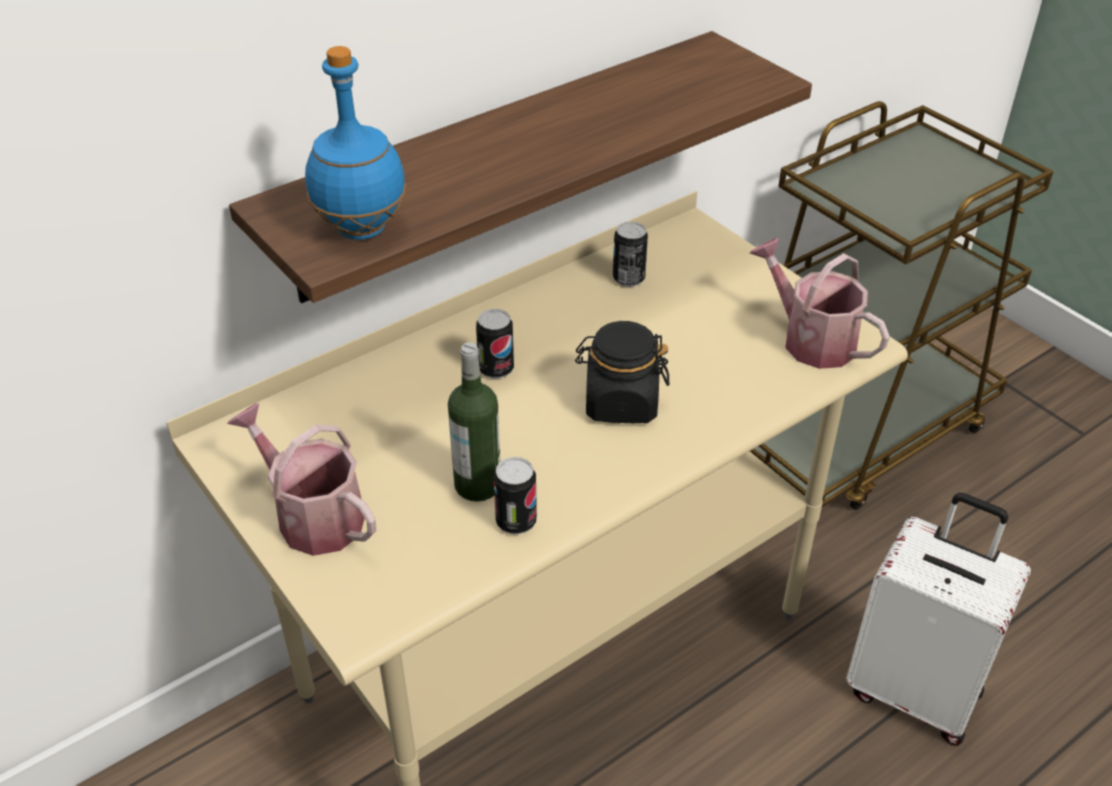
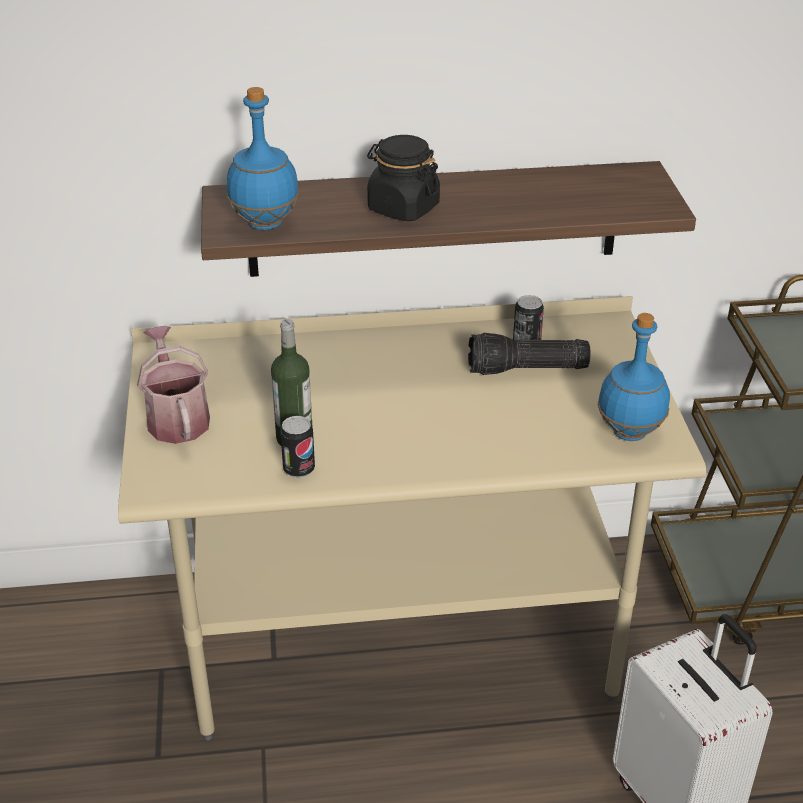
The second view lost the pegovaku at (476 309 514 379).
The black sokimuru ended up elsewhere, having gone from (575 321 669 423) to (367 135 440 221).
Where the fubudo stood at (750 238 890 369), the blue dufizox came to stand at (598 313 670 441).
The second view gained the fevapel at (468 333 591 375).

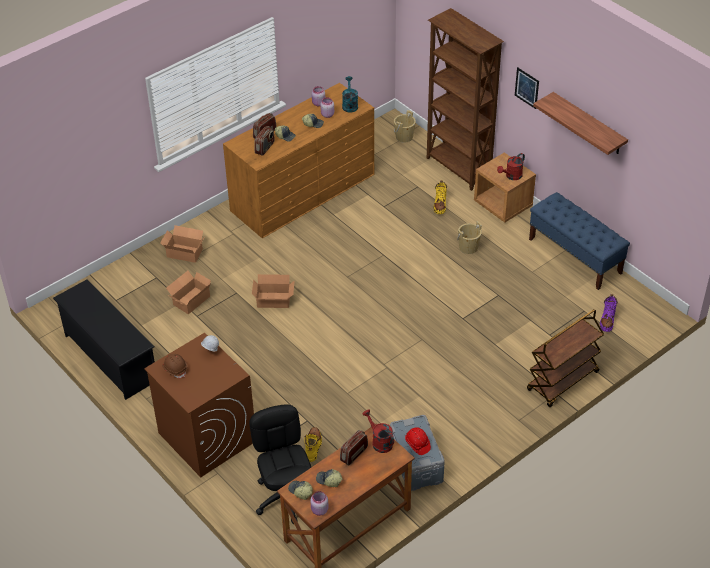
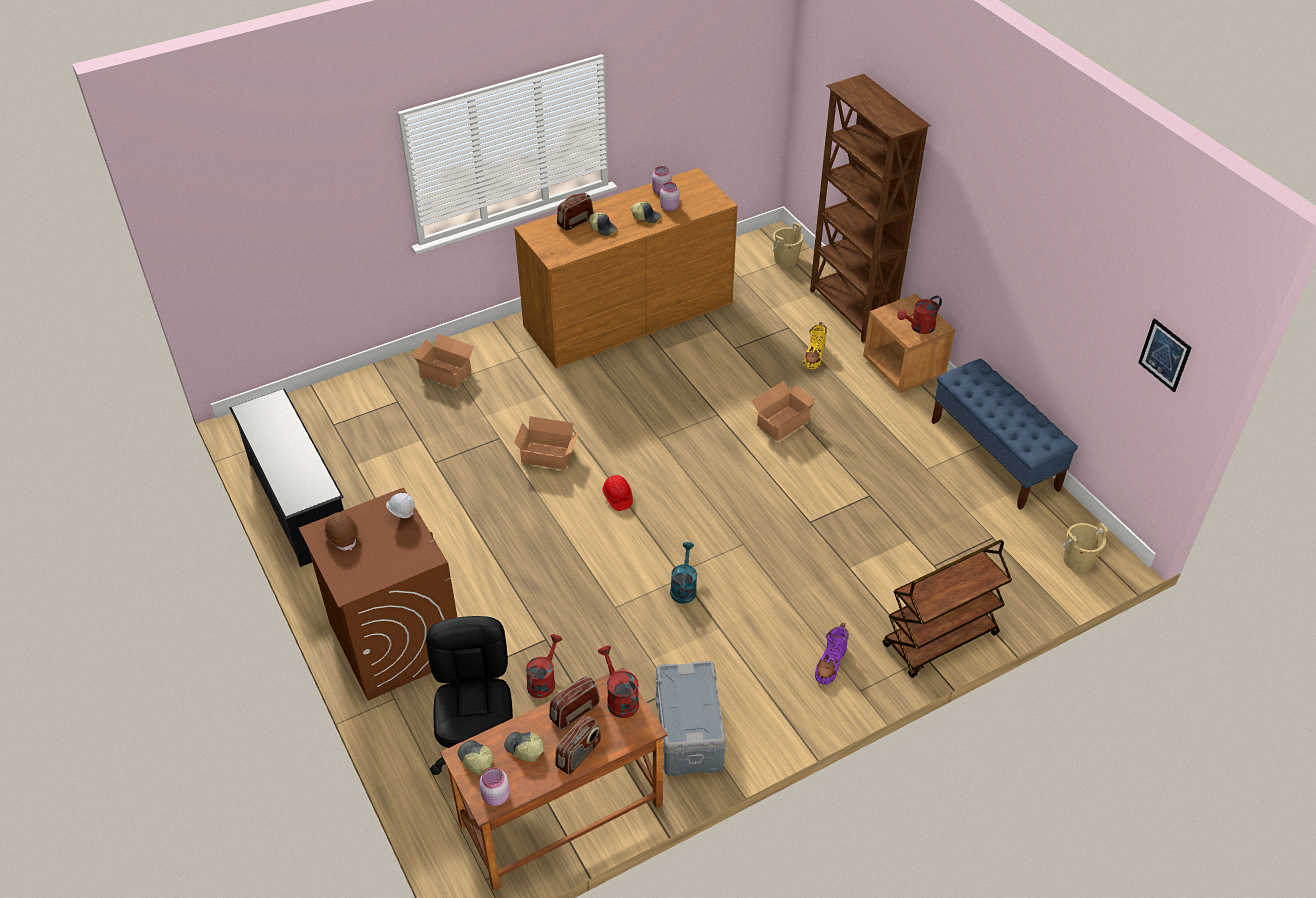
The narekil ended up elsewhere, having gone from (166 271 211 314) to (752 381 816 441).
The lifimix ended up elsewhere, having gone from (254 126 275 156) to (555 716 601 775).
Where the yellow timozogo stood at (304 427 322 462), the red fubudo came to stand at (526 634 562 698).
The turquoise fubudo ended up elsewhere, having gone from (342 76 358 113) to (670 542 697 604).
The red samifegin ended up elsewhere, having gone from (405 427 431 455) to (602 475 633 511).
The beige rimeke ended up elsewhere, having gone from (457 221 482 254) to (1063 522 1108 572).
The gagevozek ended up elsewhere, having gone from (515 67 539 109) to (1138 318 1192 392).
The second view lost the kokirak at (533 92 628 155).
The purple timozogo ended up elsewhere, having gone from (600 294 618 332) to (815 623 849 685).

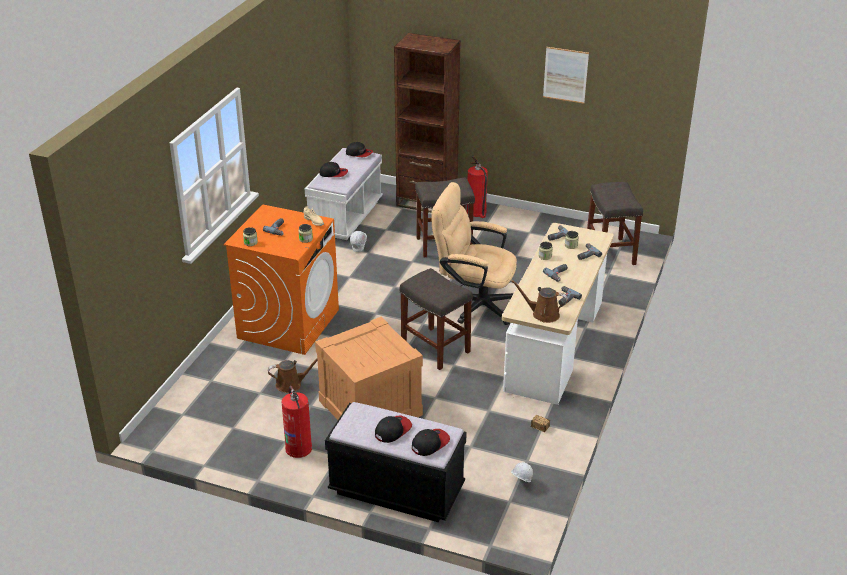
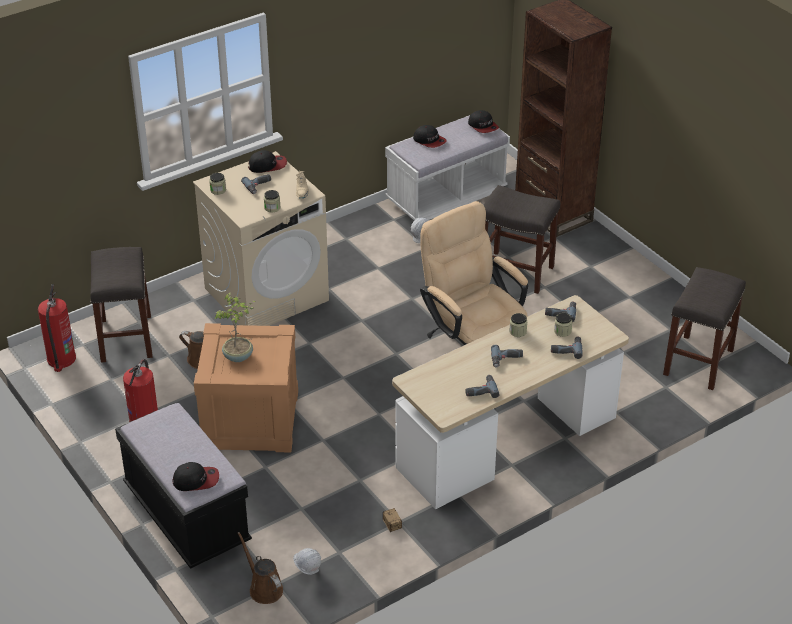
What was the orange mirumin at (224 204 339 355) turned into the beige mirumin at (193 151 329 326).
The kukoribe ended up elsewhere, having gone from (375 415 412 443) to (248 150 287 173).
The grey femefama ended up elsewhere, having gone from (400 268 473 370) to (90 247 153 363).
The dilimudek ended up elsewhere, having gone from (466 156 488 218) to (38 284 76 372).
The brown fubudo ended up elsewhere, having gone from (511 280 568 323) to (238 532 283 604).
The second view lost the gagevozek at (543 47 589 104).
The second view gained the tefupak at (215 292 256 362).

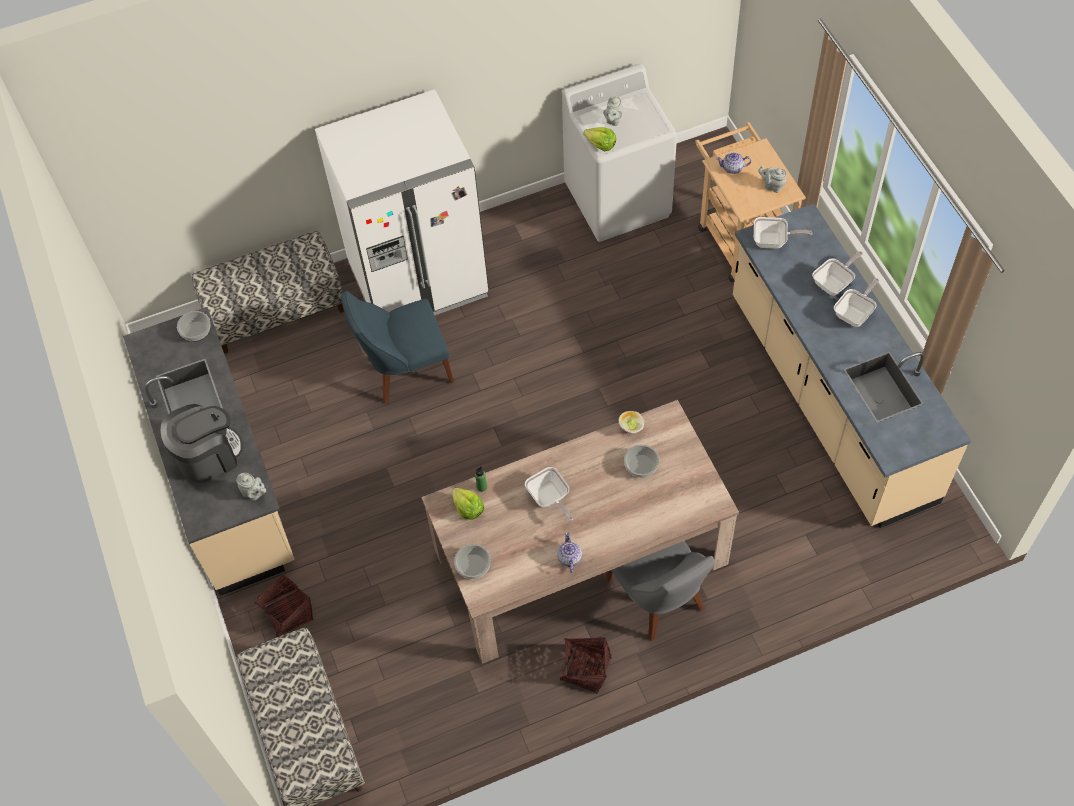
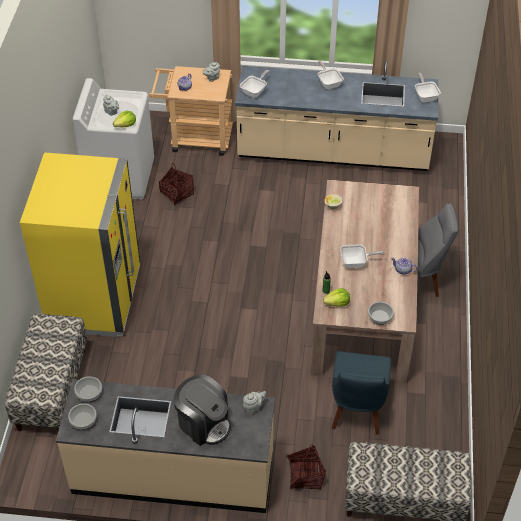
The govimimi at (161 404 243 483) ended up facing another way, 135 degrees clockwise from before.
What was the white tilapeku at (315 89 489 316) turned into the yellow tilapeku at (20 152 140 337).
The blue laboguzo ended up elsewhere, having gone from (341 291 454 404) to (332 351 391 435).
The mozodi ended up elsewhere, having gone from (560 637 611 694) to (159 163 194 205).
The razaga ended up elsewhere, having gone from (624 445 659 478) to (68 403 96 430).
The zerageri ended up elsewhere, having gone from (812 251 863 296) to (415 73 441 102).

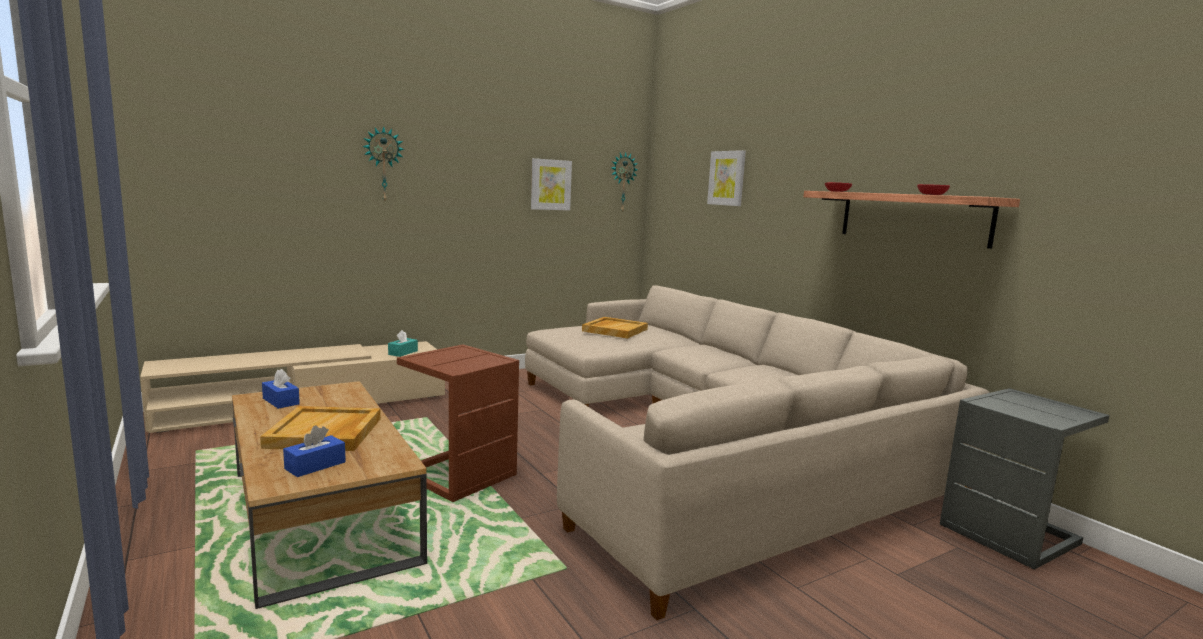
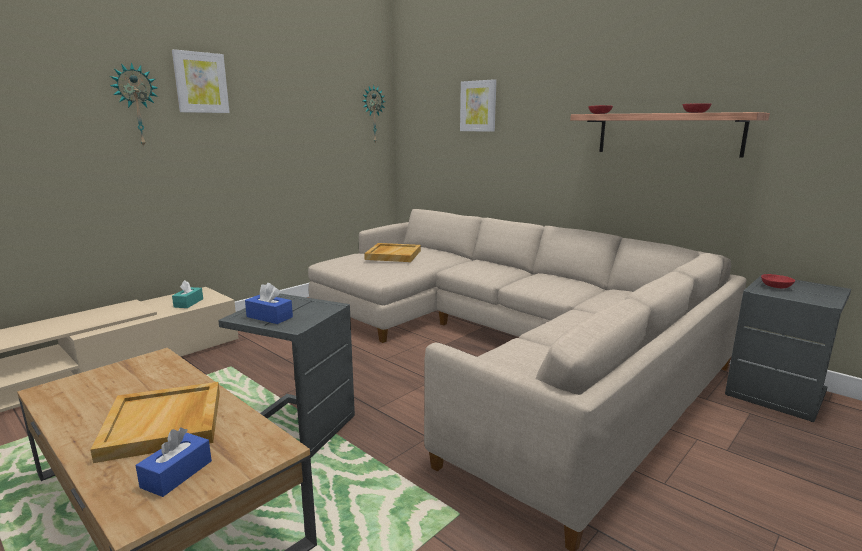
The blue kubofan ended up elsewhere, having gone from (262 369 300 409) to (245 283 293 324).
What was the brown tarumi at (397 344 519 502) turned into the grey tarumi at (218 294 355 457).
The gagevozek ended up elsewhere, having gone from (531 158 572 210) to (172 49 230 113).
The second view gained the red razaga at (761 274 795 288).

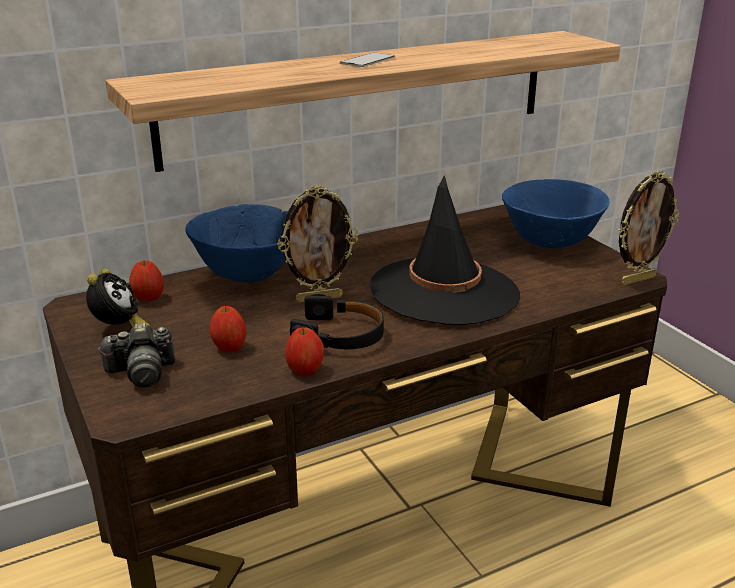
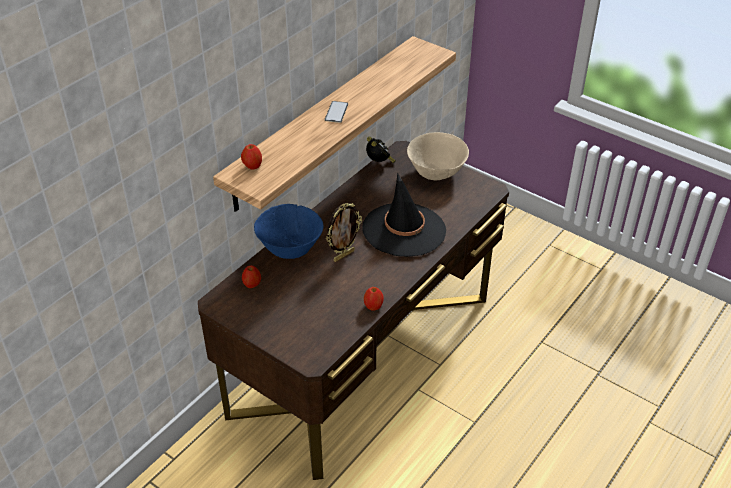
The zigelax ended up elsewhere, having gone from (86 269 150 327) to (366 137 395 163).
The second view lost the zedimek at (98 323 175 388).
The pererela ended up elsewhere, having gone from (210 306 247 352) to (241 144 262 170).
The second view lost the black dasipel at (290 294 384 349).
What was the blue razaga at (502 179 610 248) turned into the beige razaga at (407 132 469 180).
The second view lost the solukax at (618 171 679 285).

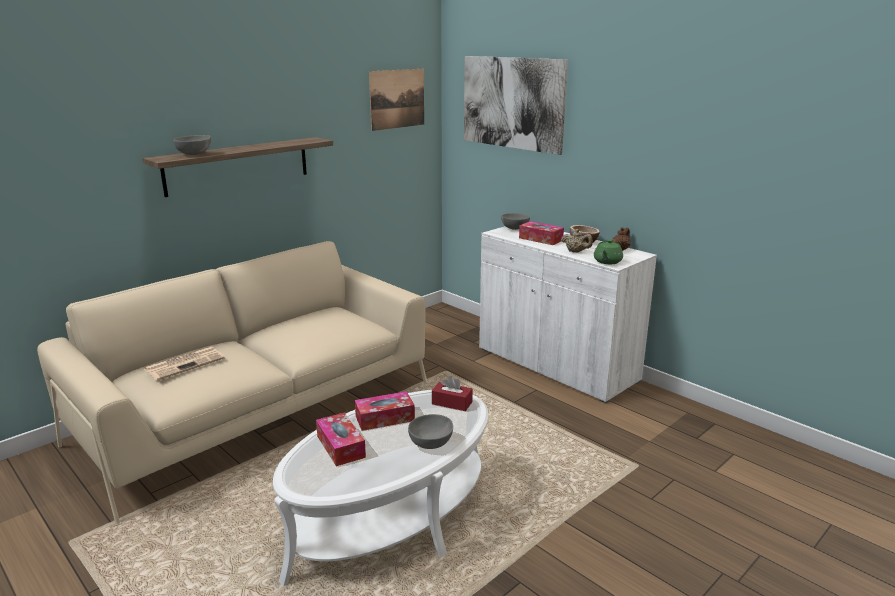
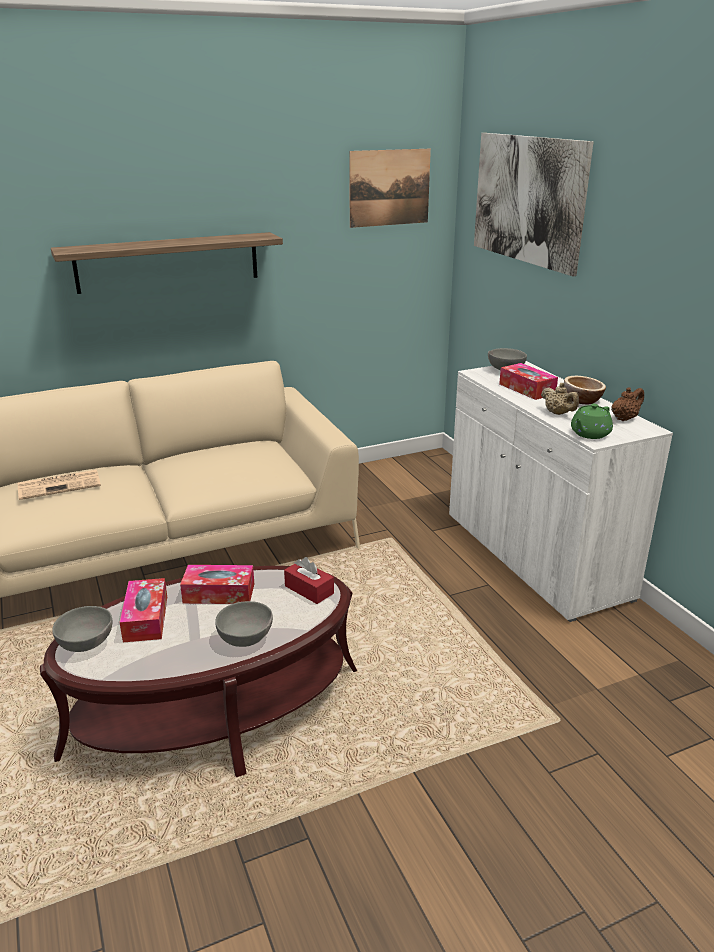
The grey razaga ended up elsewhere, having gone from (173 135 211 155) to (52 606 112 652).
What was the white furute at (273 390 488 586) turned into the brown furute at (40 566 357 777).

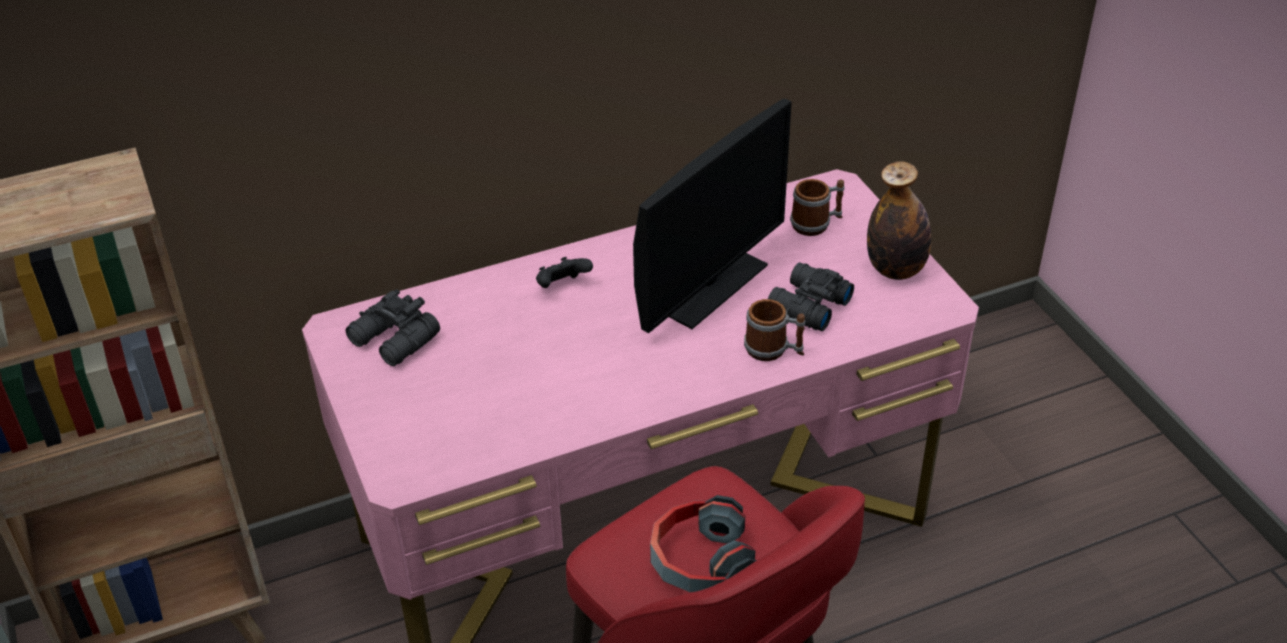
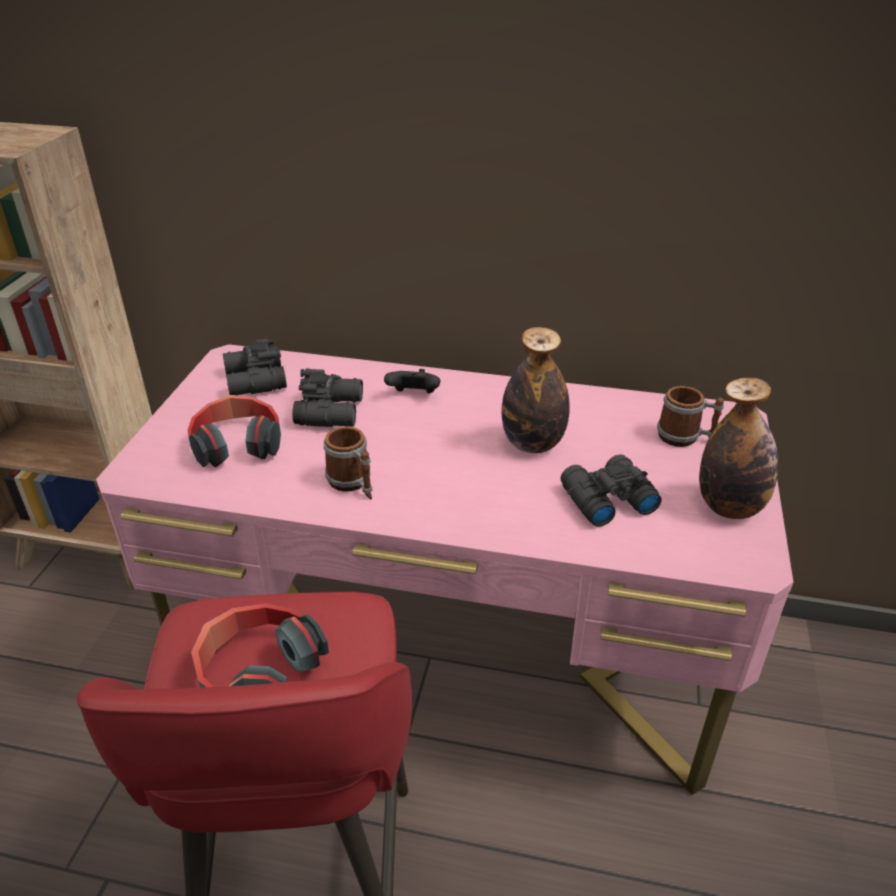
Where the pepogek stood at (633 99 792 333), the dufizox came to stand at (502 327 570 453).
The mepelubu ended up elsewhere, having gone from (744 299 806 361) to (324 426 372 499).
The second view gained the dasipel at (188 395 281 467).
The second view gained the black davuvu at (292 369 363 427).

